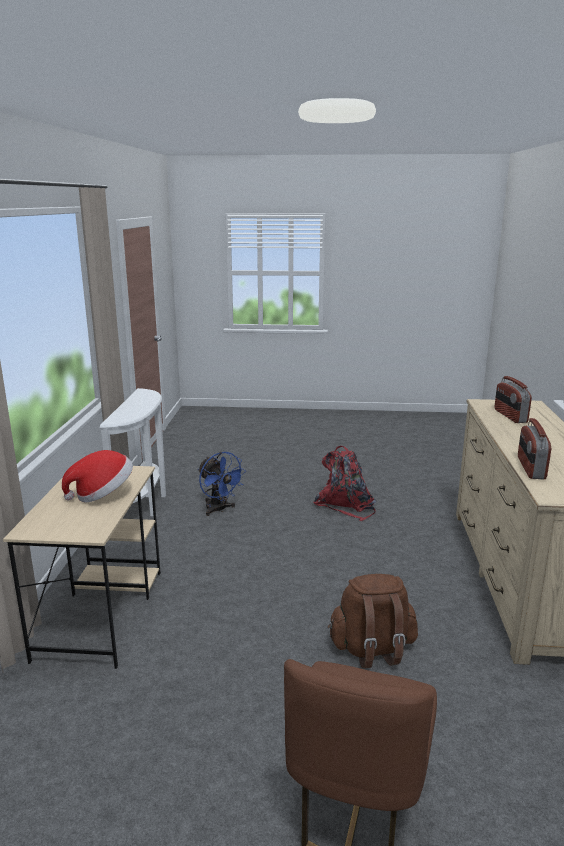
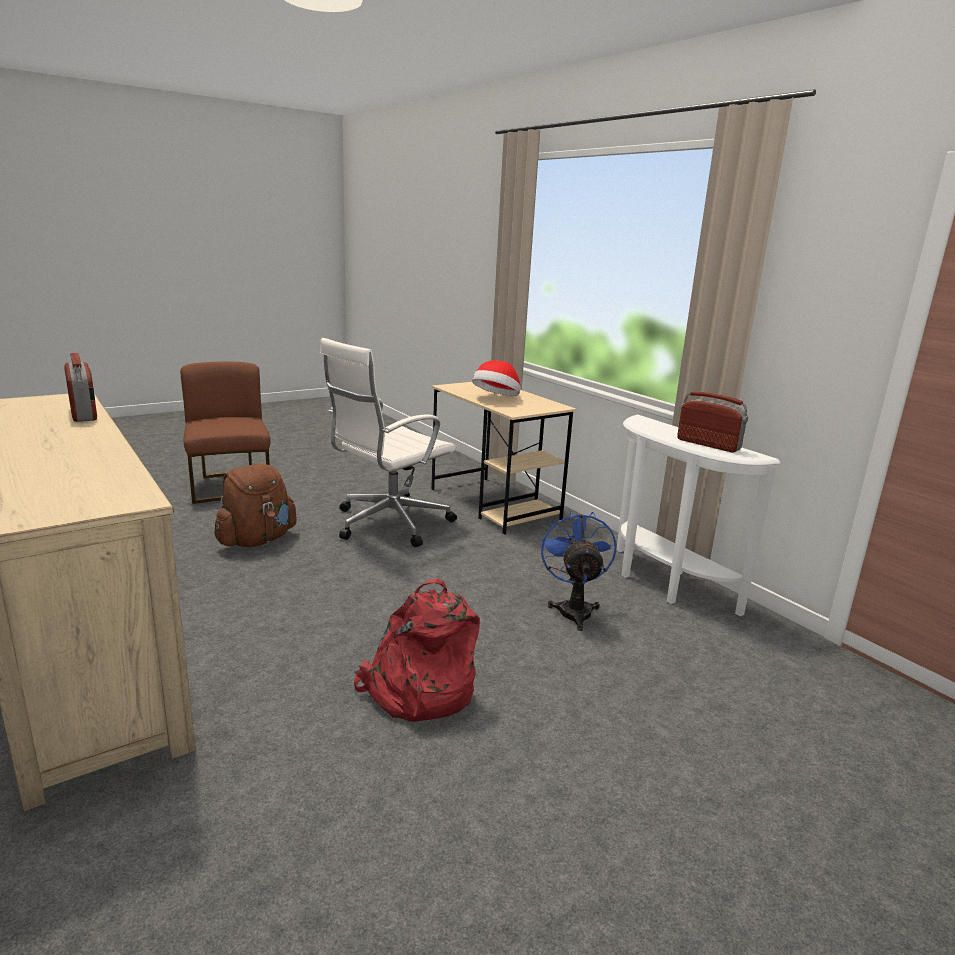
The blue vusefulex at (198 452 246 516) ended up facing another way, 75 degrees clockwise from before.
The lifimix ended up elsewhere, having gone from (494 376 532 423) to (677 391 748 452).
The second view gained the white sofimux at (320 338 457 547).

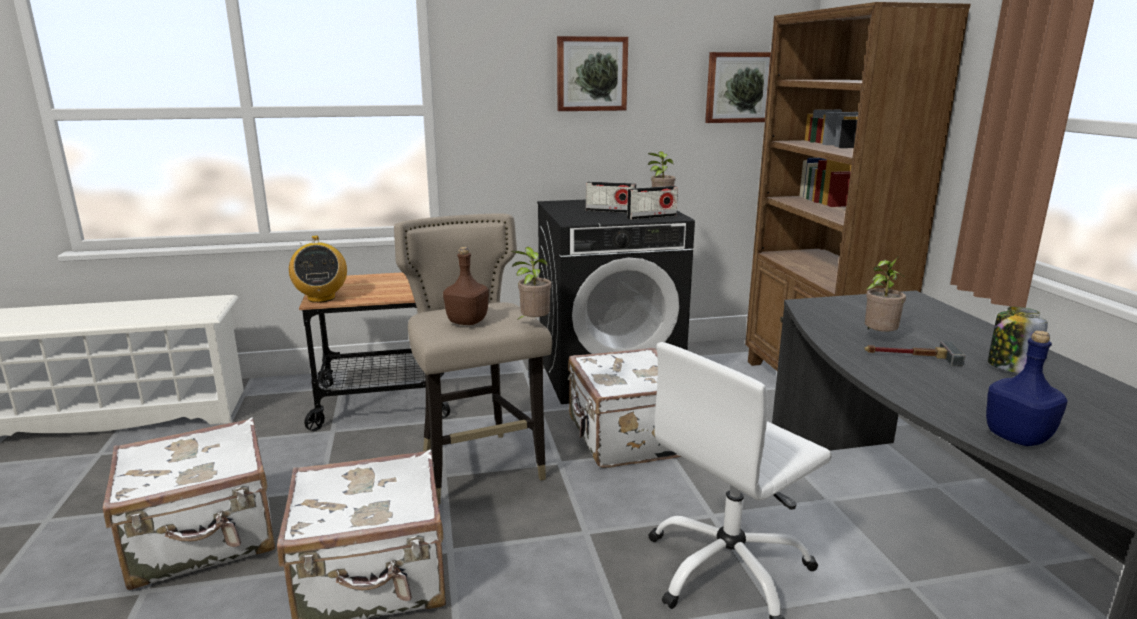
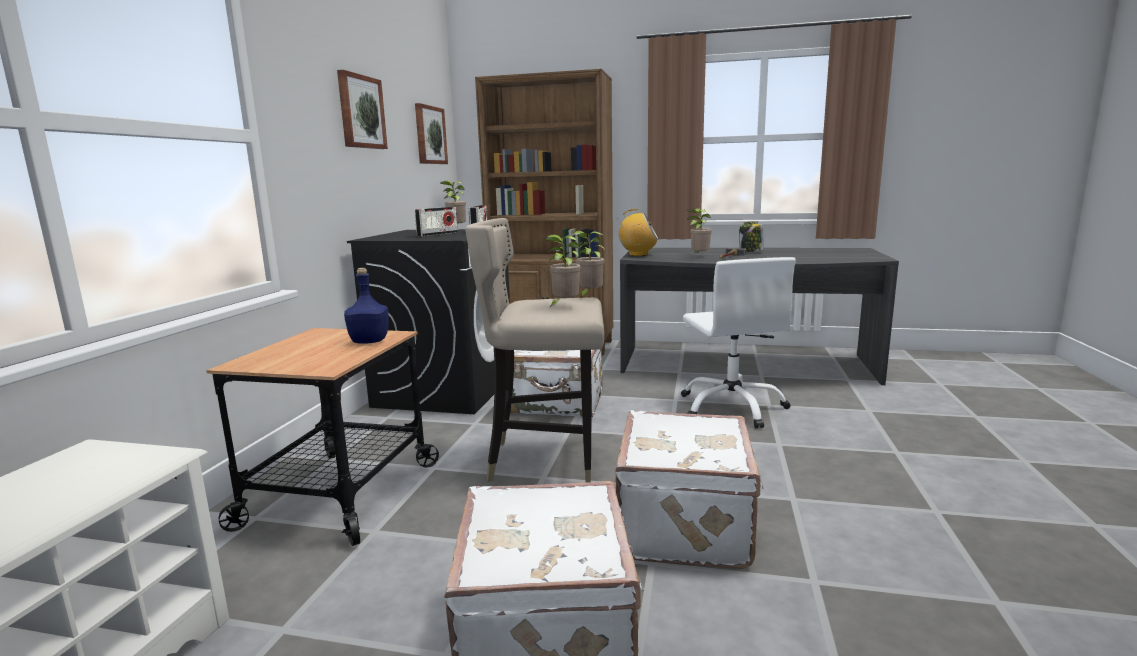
The lifimix ended up elsewhere, having gone from (289 235 347 303) to (617 209 658 256).
Where the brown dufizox stood at (443 247 489 325), the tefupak came to stand at (543 235 581 308).
The blue dufizox ended up elsewhere, having gone from (986 330 1068 446) to (344 268 388 344).

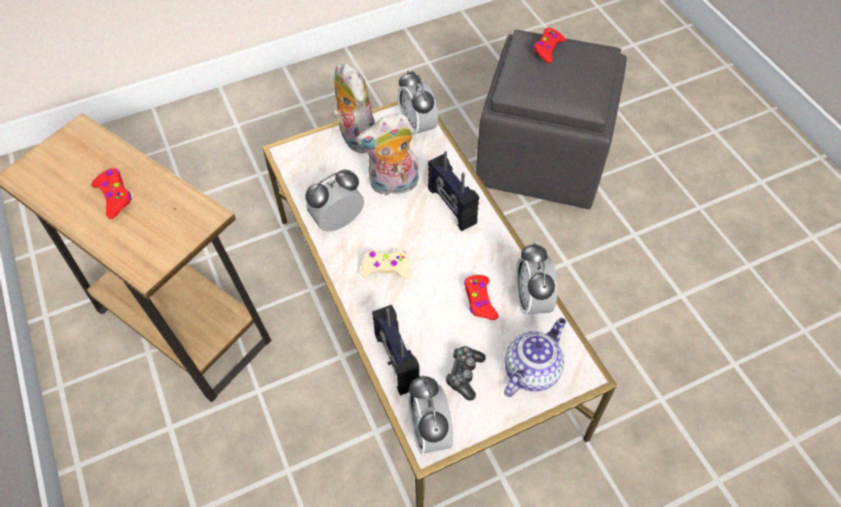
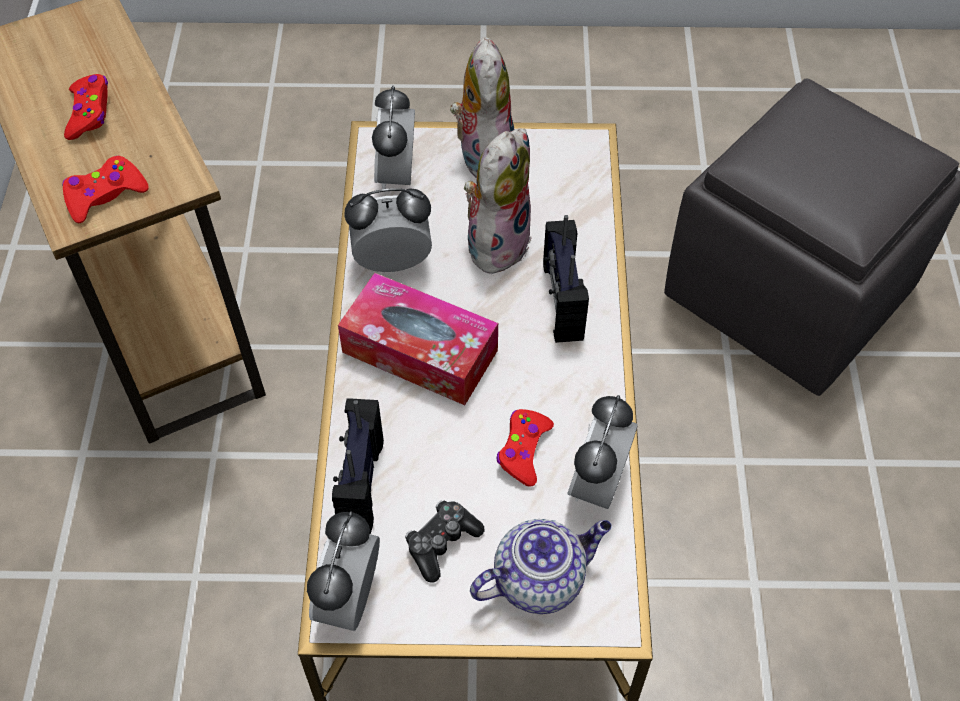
The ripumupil at (356 113 419 195) ended up facing another way, 105 degrees clockwise from before.
Where the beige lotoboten stood at (361 250 410 279), the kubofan came to stand at (338 273 498 405).
The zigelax ended up elsewhere, having gone from (397 71 438 139) to (372 85 415 189).
The red lotoboten ended up elsewhere, having gone from (533 28 566 63) to (62 156 149 223).

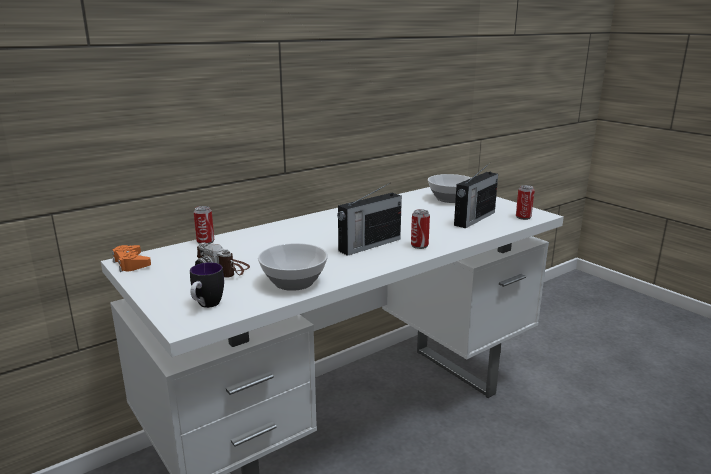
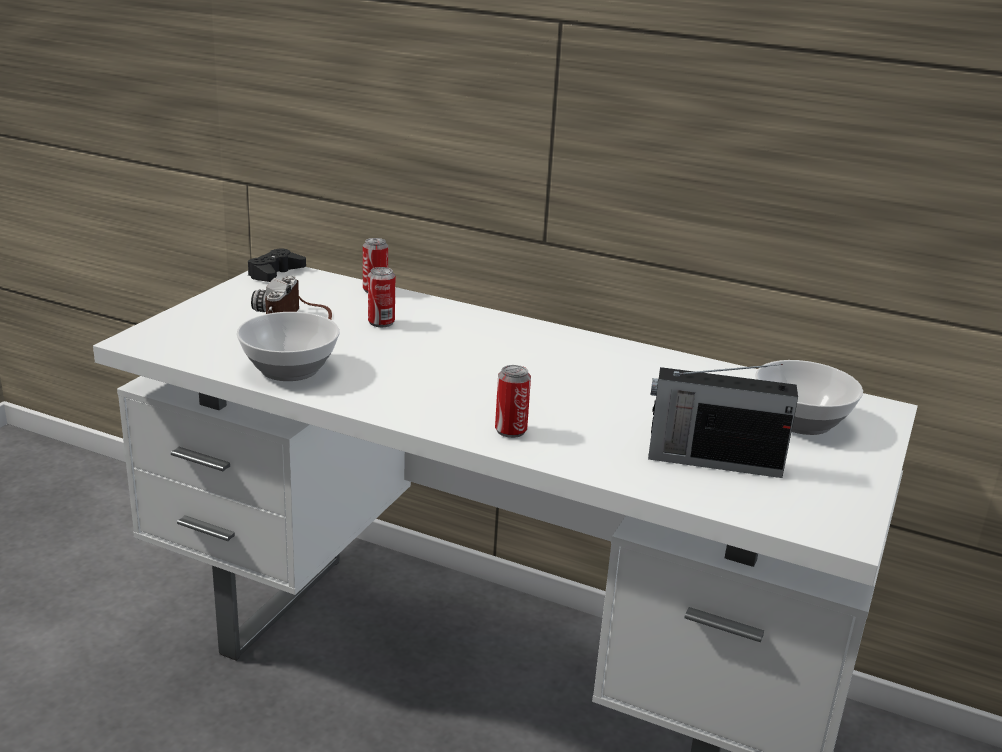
What was the orange lotoboten at (112 245 151 272) turned into the black lotoboten at (248 249 306 282).
The second view lost the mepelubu at (190 262 224 308).
The second view lost the lifimix at (337 183 402 256).
The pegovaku ended up elsewhere, having gone from (516 185 535 220) to (368 267 395 327).

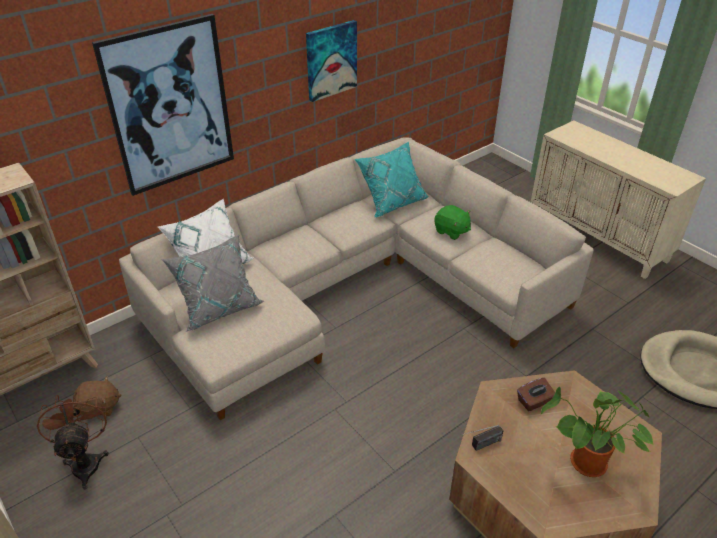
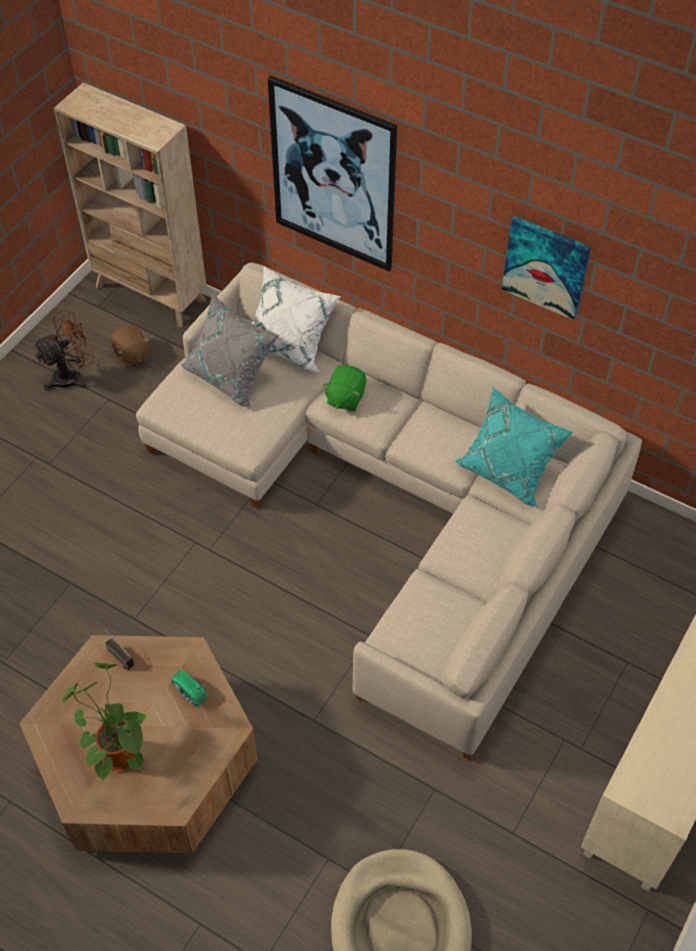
The green ripumupil ended up elsewhere, having gone from (434 205 471 240) to (323 365 366 411).
Where the brown kubofan stood at (517 378 555 411), the lifimix came to stand at (171 670 207 707).

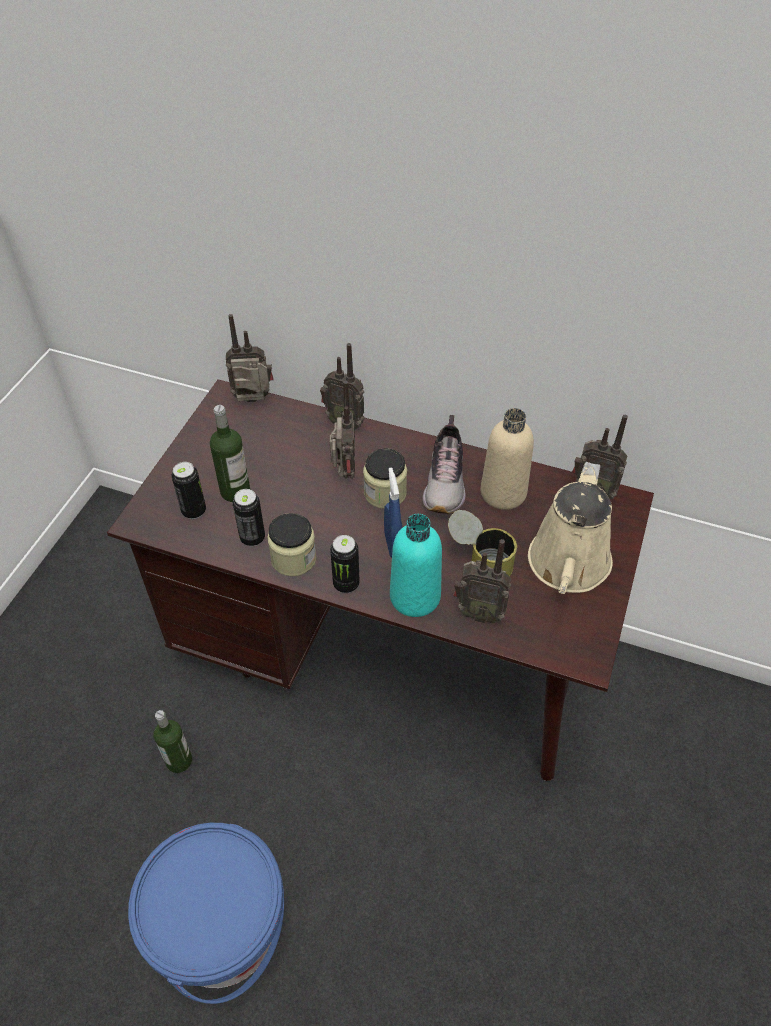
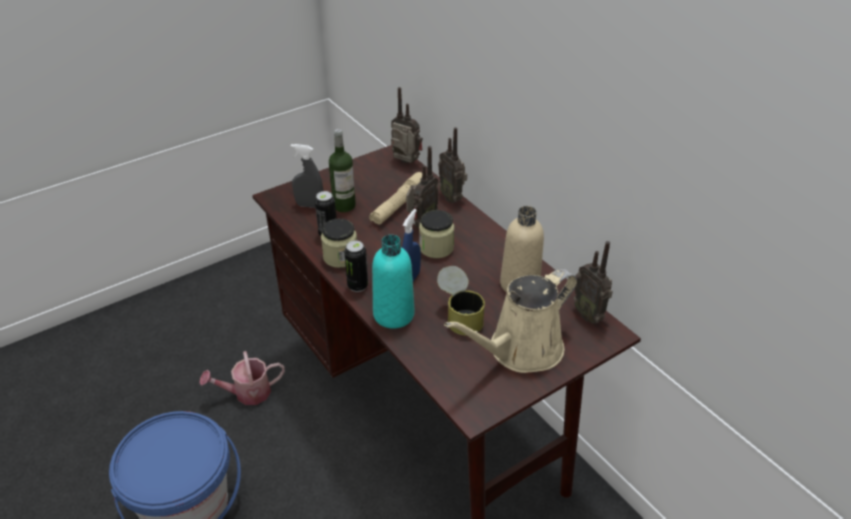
Where the dufizox stood at (154 710 192 773), the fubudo came to stand at (199 351 285 405).
Where the pegovaku stood at (171 462 206 519), the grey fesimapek came to stand at (291 144 324 208).
The second view lost the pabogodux at (422 415 466 514).
The second view lost the lifimix at (453 539 511 623).
The second view gained the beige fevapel at (369 172 422 225).

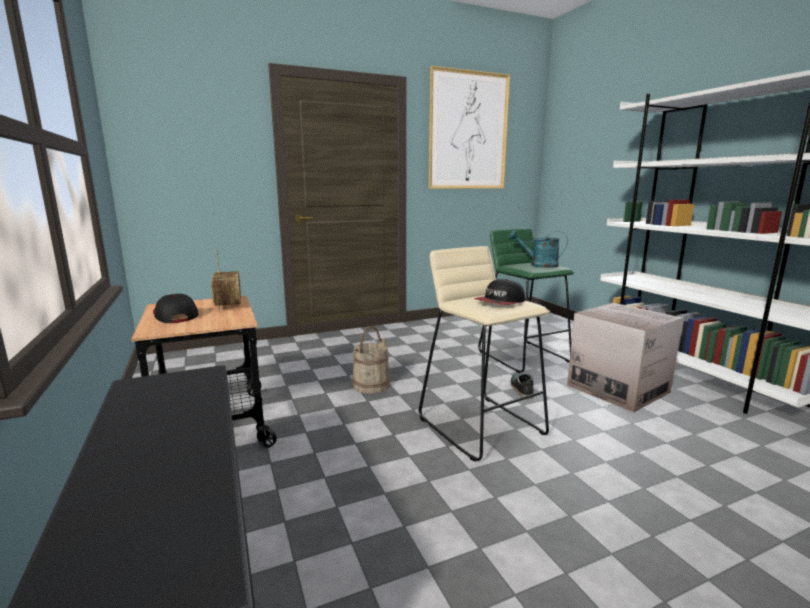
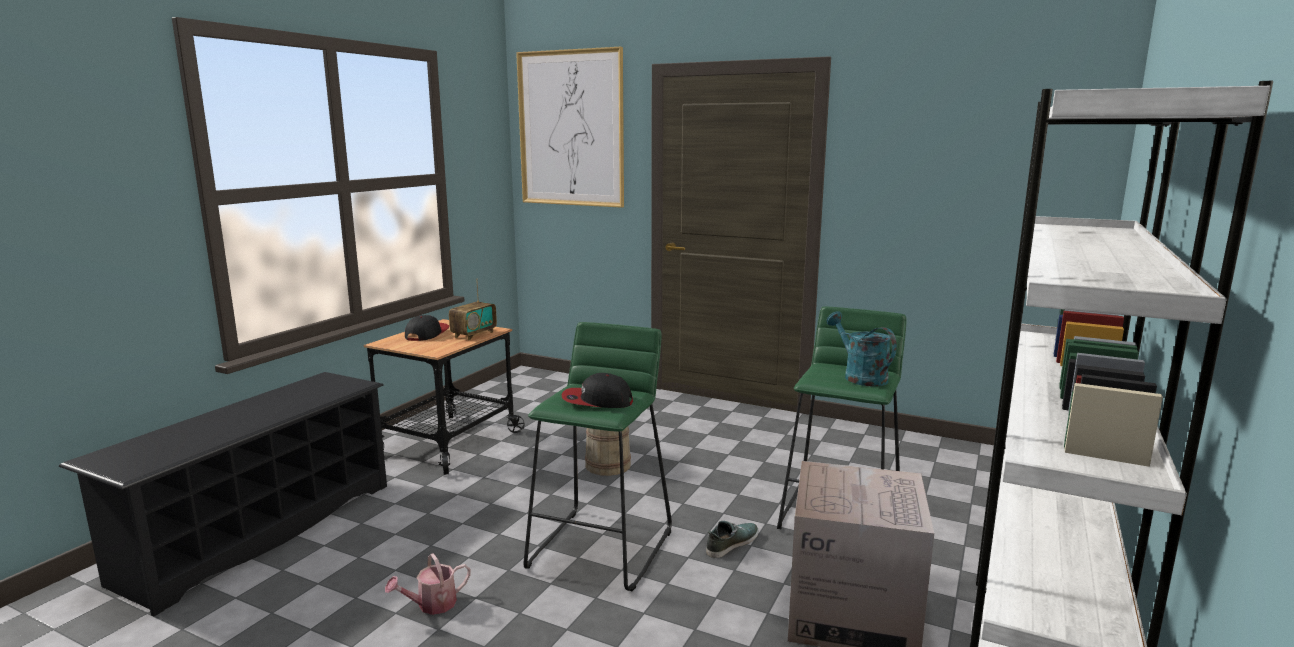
What was the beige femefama at (419 246 550 462) turned into the green femefama at (523 322 672 591).
The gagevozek ended up elsewhere, having gone from (429 66 510 189) to (516 47 624 208).
The second view gained the fubudo at (385 553 470 615).

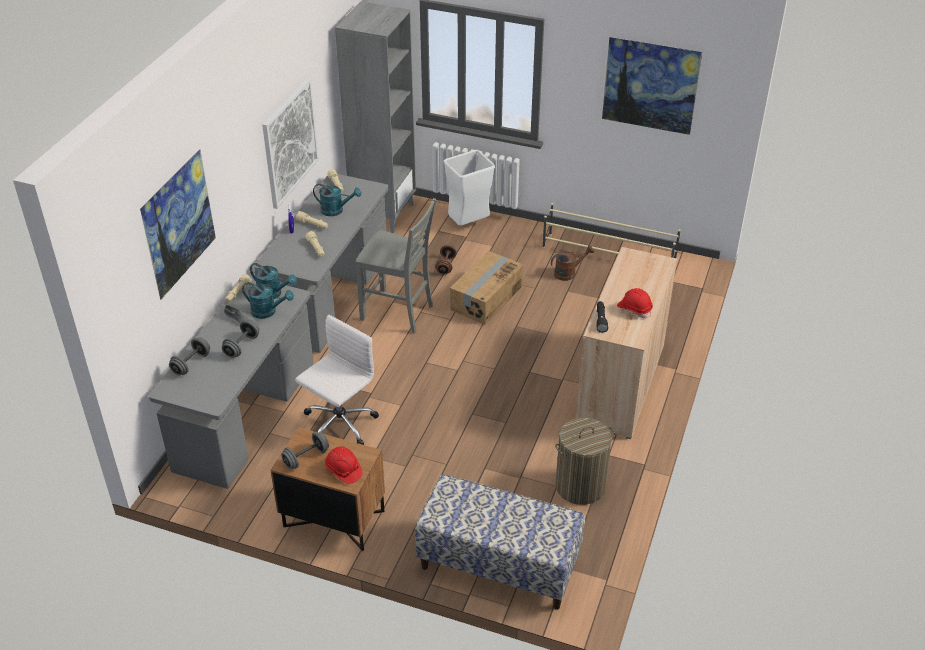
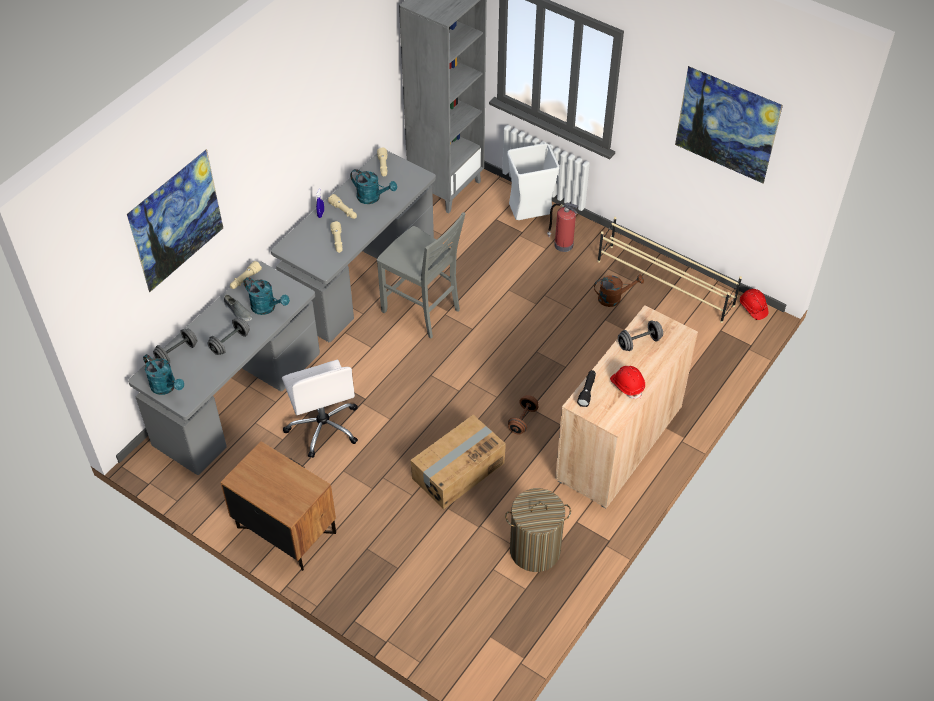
The turquoise fubudo ended up elsewhere, having gone from (250 263 297 299) to (143 354 184 395).
The second view lost the gagevozek at (262 78 319 209).
The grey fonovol ended up elsewhere, having gone from (281 432 329 469) to (618 320 663 351).
The white sofimux at (295 315 379 445) ended up facing another way, 105 degrees clockwise from before.
The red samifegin ended up elsewhere, having gone from (325 447 362 484) to (740 289 768 320).
The second view lost the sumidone at (415 474 585 610).
The brown fonovol ended up elsewhere, having gone from (435 244 457 275) to (508 395 538 434).
The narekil ended up elsewhere, having gone from (450 251 523 325) to (411 415 506 509).
The second view gained the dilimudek at (547 203 579 252).

